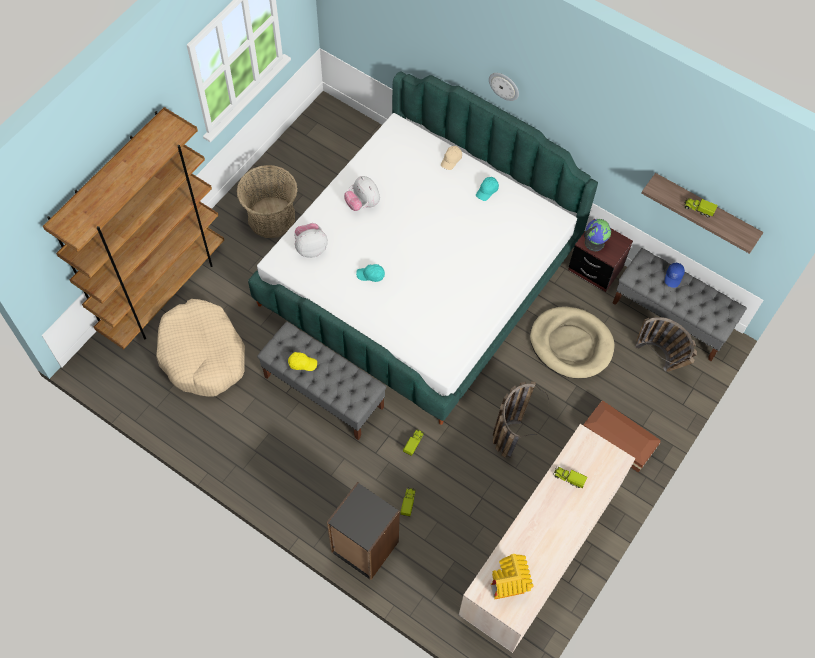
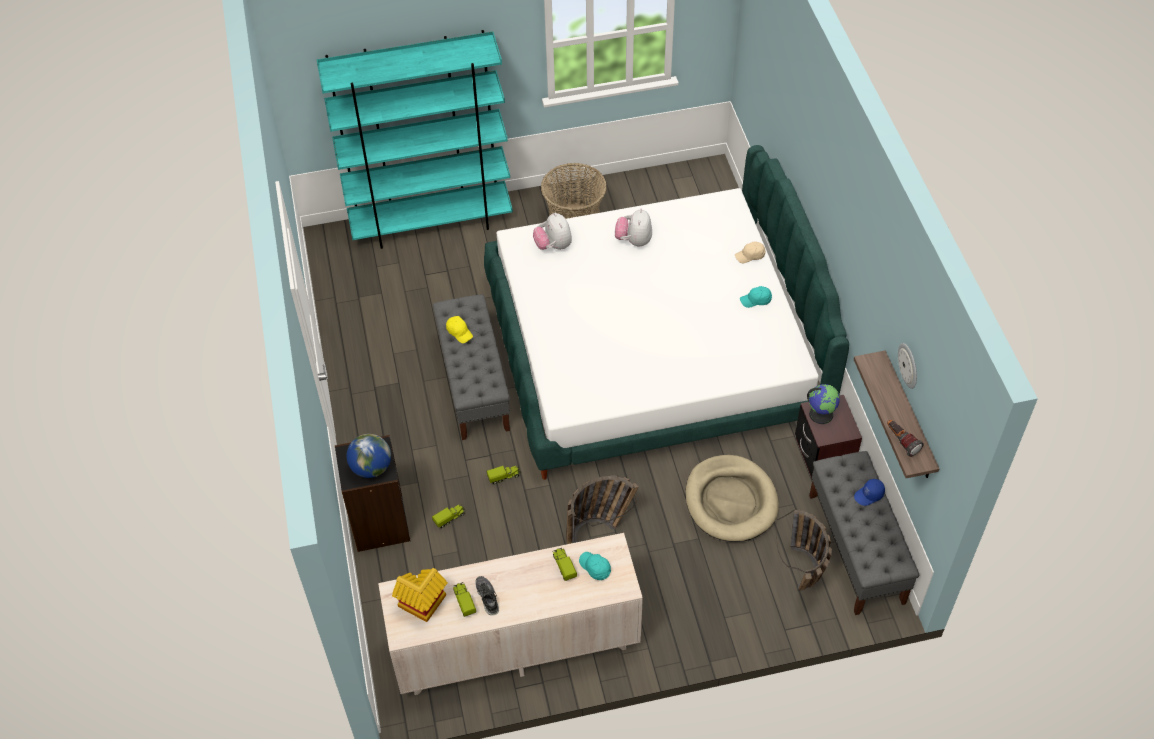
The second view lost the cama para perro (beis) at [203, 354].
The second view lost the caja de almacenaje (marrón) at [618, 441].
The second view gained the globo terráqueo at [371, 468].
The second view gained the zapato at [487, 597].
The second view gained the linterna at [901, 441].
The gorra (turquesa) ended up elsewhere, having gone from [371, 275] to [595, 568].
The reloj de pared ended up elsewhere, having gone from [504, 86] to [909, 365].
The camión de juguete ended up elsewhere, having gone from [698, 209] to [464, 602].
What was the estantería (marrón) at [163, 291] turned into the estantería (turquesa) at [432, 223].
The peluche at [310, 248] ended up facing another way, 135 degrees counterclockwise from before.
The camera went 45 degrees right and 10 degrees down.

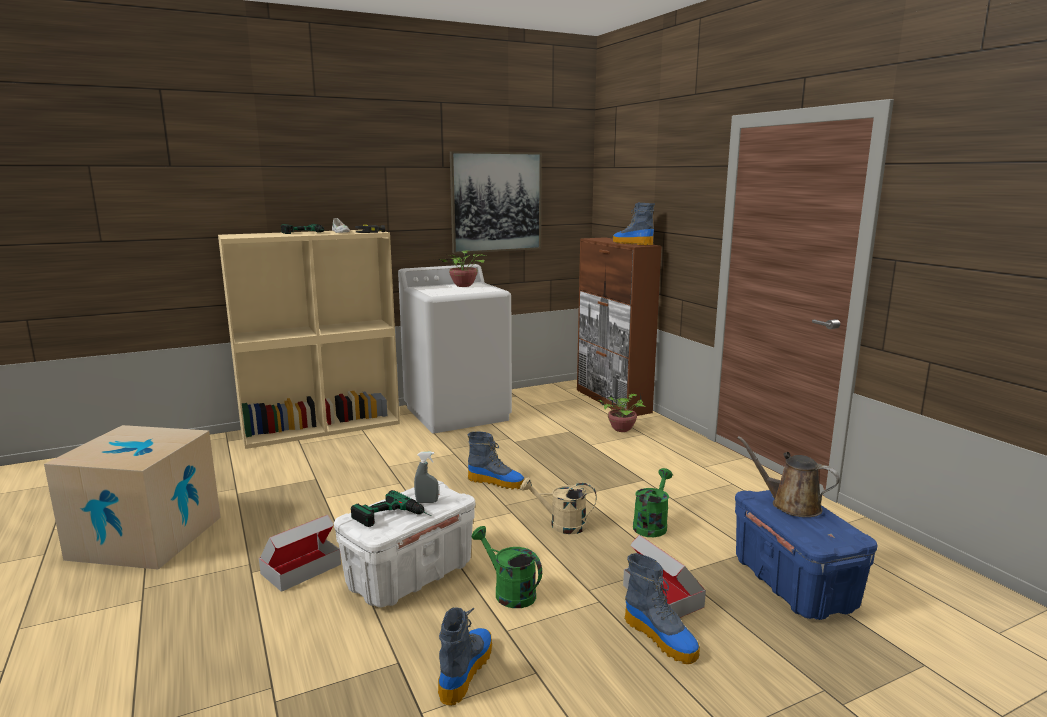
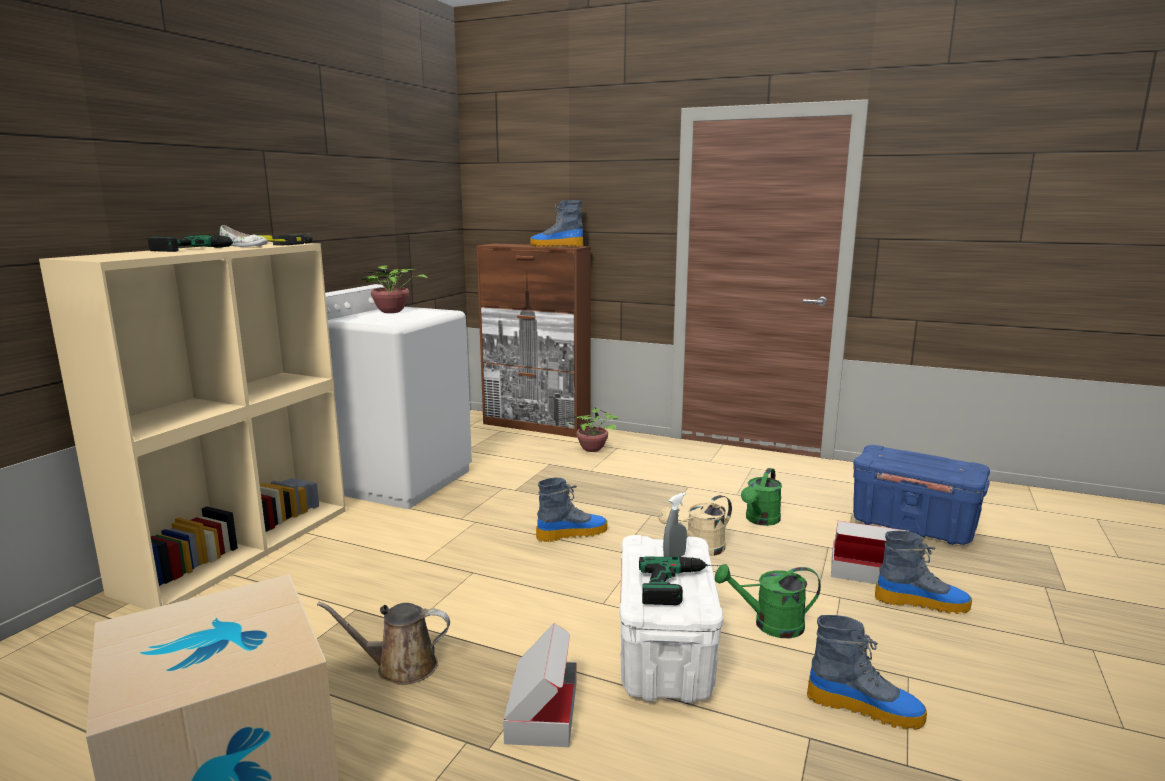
The second view lost the cuadro at [496, 202].
The regadera (marrón) ended up elsewhere, having gone from [791, 505] to [400, 667].
The bota at [465, 670] ended up facing another way, 135 degrees clockwise from before.
The regadera (verde) at [651, 524] ended up facing another way, 135 degrees counterclockwise from before.
The camera went 40 degrees left and 0 degrees up.

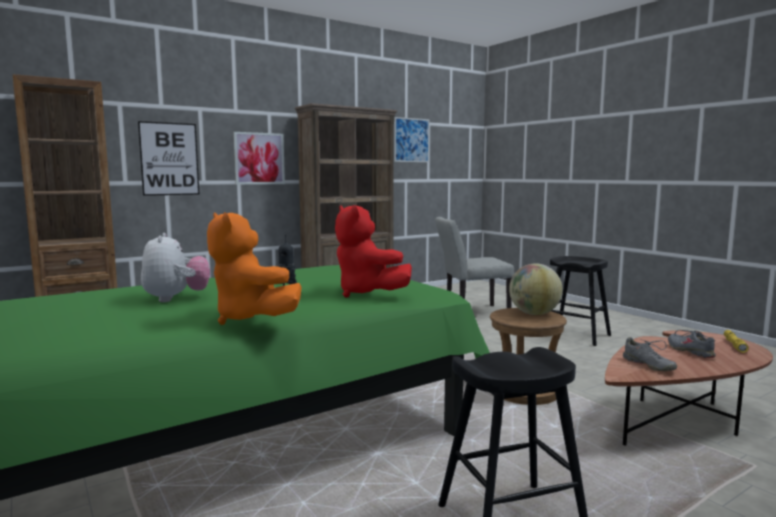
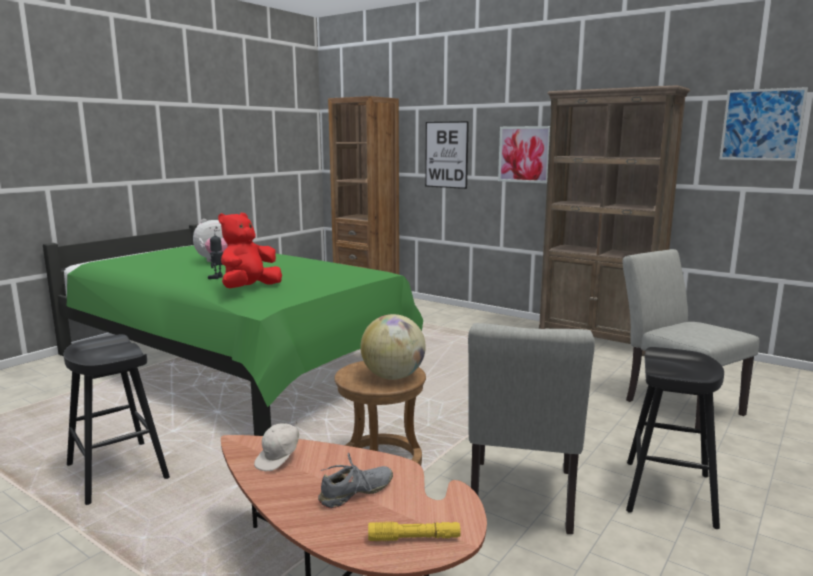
The second view lost the peluche (naranja) at [250, 318].
The second view gained the silla (gris) at [521, 501].
Where the zapato (gris) stood at [648, 365], the gorra (blanco) came to stand at [279, 459].
The camera went 70 degrees right and 5 degrees up.

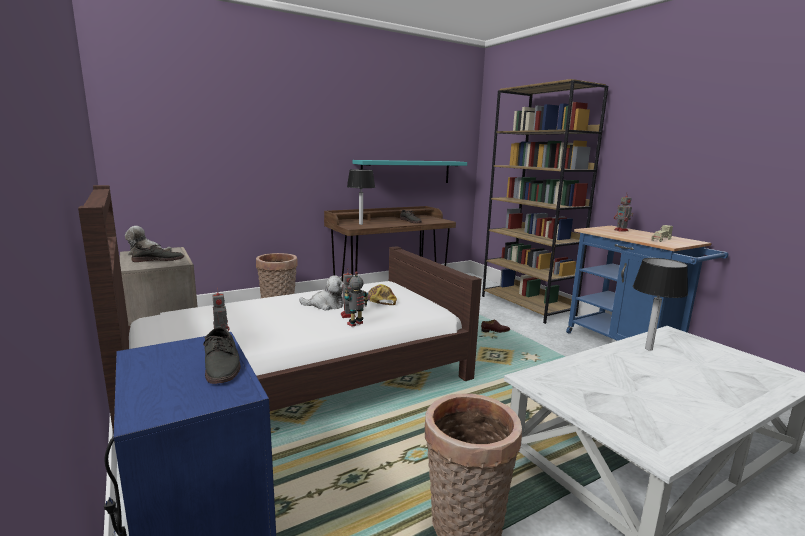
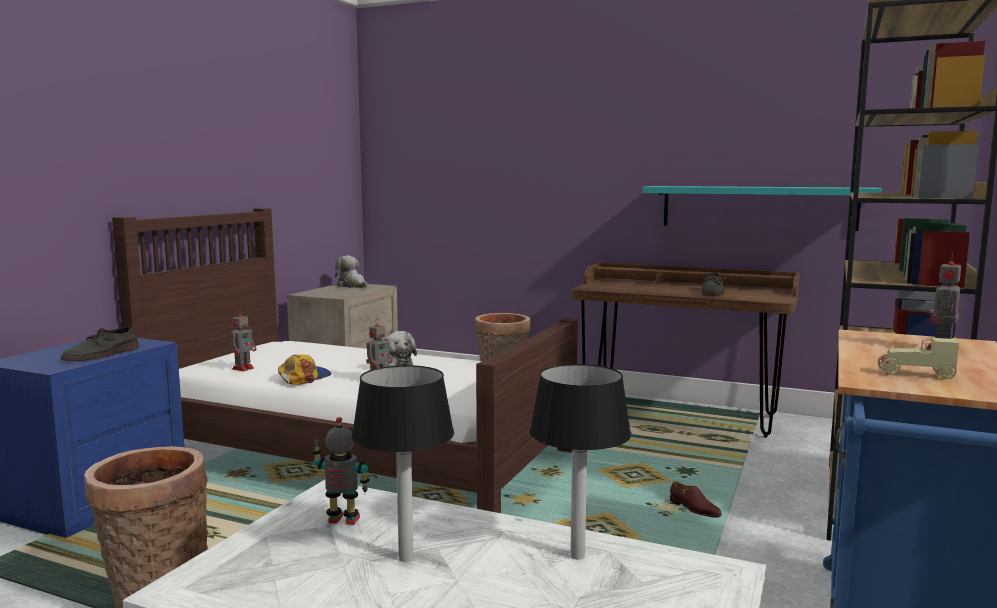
The second view lost the zapato (gris) at [158, 259].
The robot de juguete ended up elsewhere, having gone from [356, 324] to [343, 521].
The lámpara de mesa ended up elsewhere, having gone from [361, 224] to [406, 558].
The gorra ended up elsewhere, having gone from [379, 300] to [304, 377].
The camera went 55 degrees right and 5 degrees down.

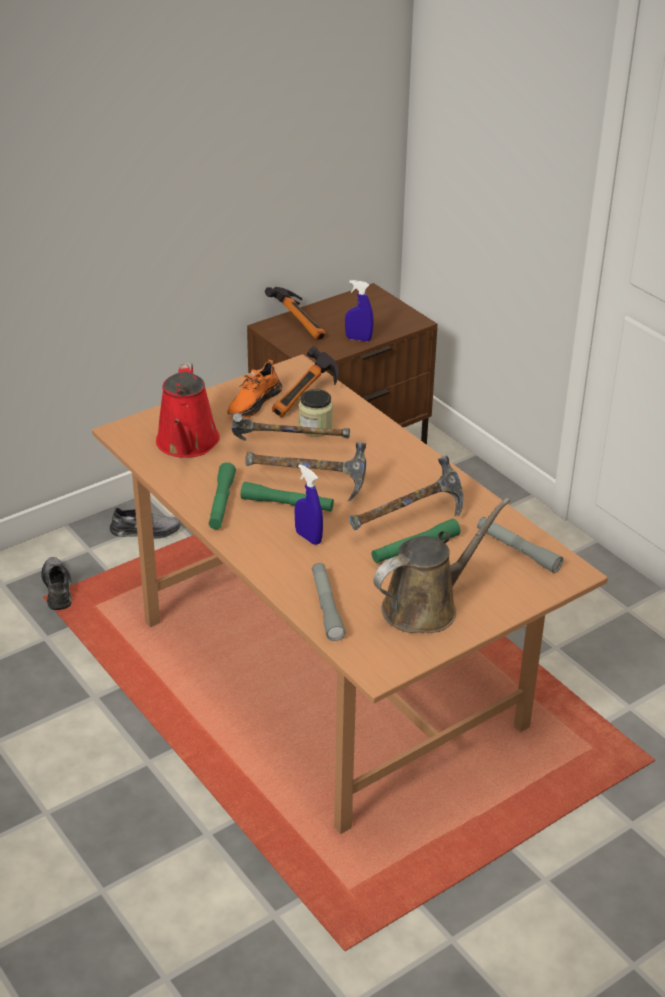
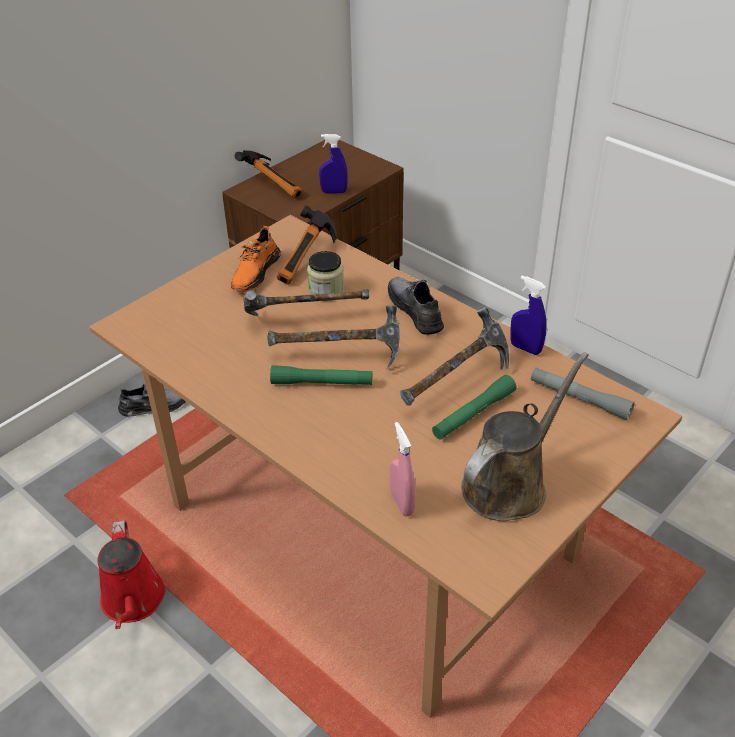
The second view lost the linterna (verde) at [221, 502].
The zapato (gris) ended up elsewhere, having gone from [57, 588] to [415, 310].
The regadera (rojo) ended up elsewhere, having gone from [187, 444] to [133, 601].
The pulverizador (azul) ended up elsewhere, having gone from [308, 537] to [525, 348].
Where the linterna (gris) stood at [326, 607], the pulverizador (rosa) came to stand at [402, 503].
The camera went 10 degrees left and 5 degrees up.

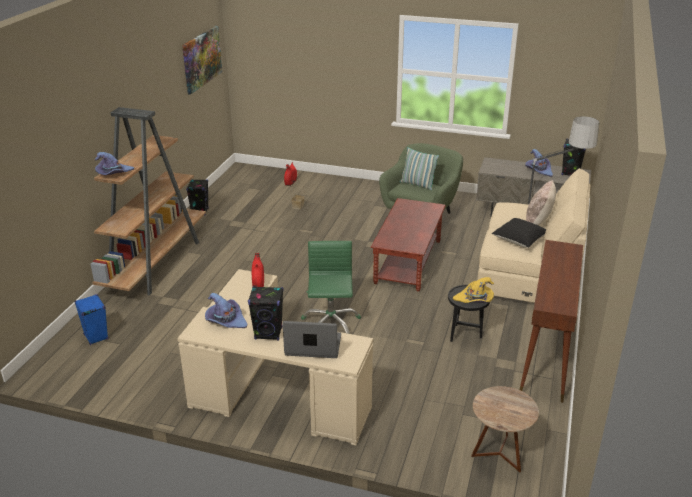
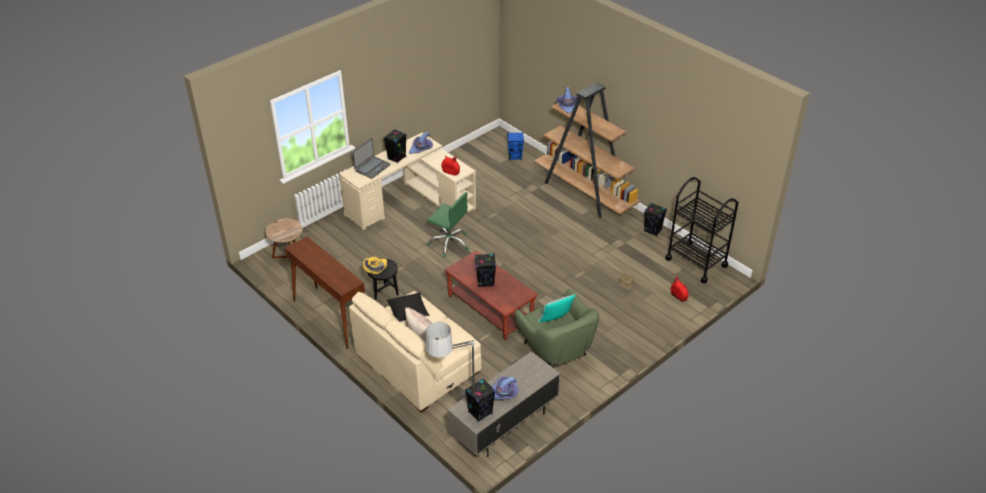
The second view lost the cuadro at [202, 59].
The second view gained the altavoz (negro) at [485, 282].
The second view gained the carrito (negro) at [696, 262].
The camera went 120 degrees right and 10 degrees up.

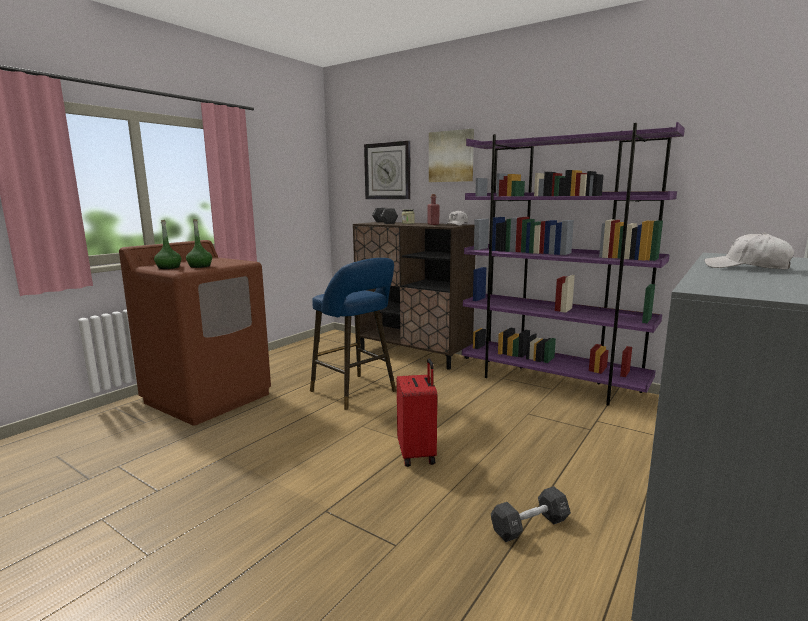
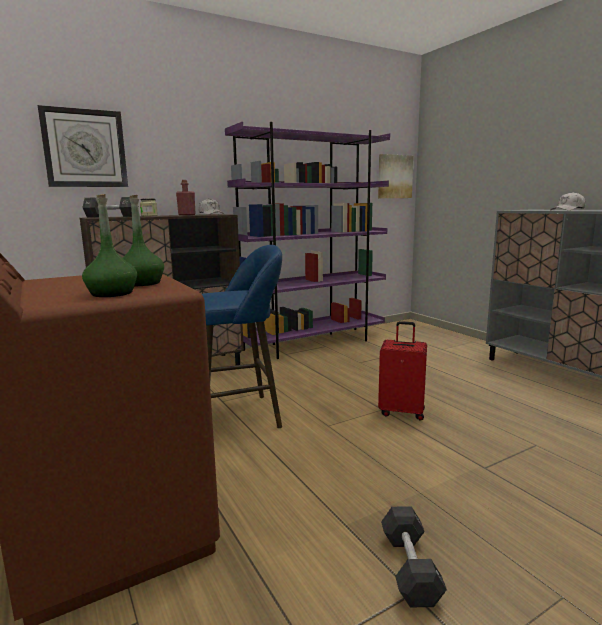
The cuadro ended up elsewhere, having gone from [451, 156] to [394, 176].
The mancuerna (negro) ended up elsewhere, having gone from [529, 526] to [410, 568].
The camera went 65 degrees left and 0 degrees up.

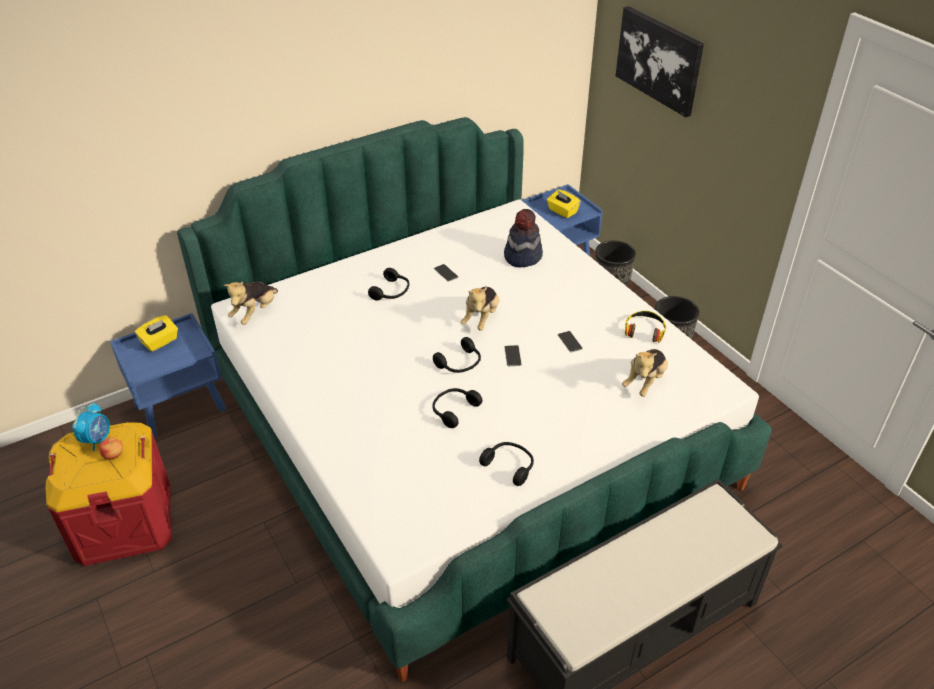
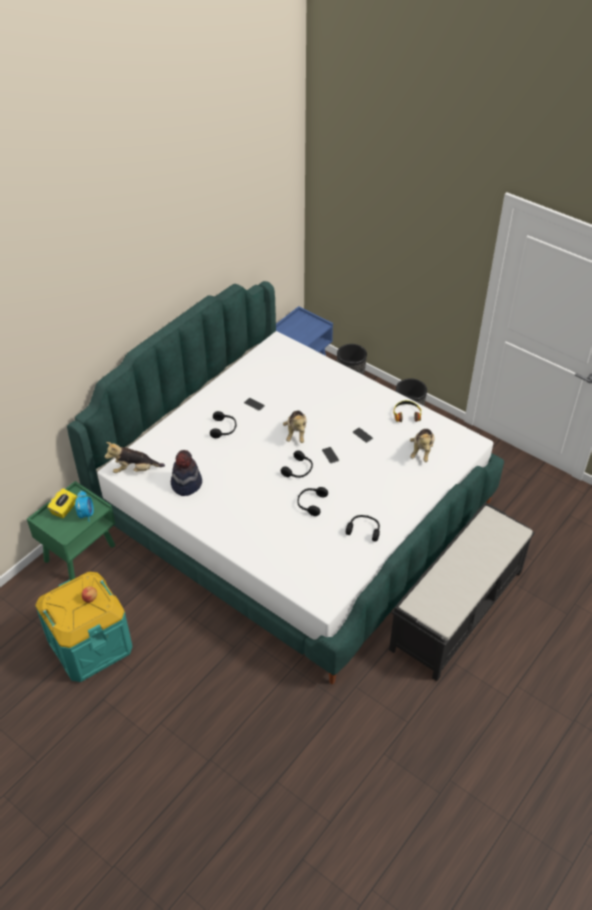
The second view lost the caja de pañuelos (amarillo) at [562, 211].
The second view lost the cuadro at [659, 60].
The despertador ended up elsewhere, having gone from [97, 439] to [86, 514].
The sombrero ended up elsewhere, having gone from [522, 256] to [186, 484].
What was the caja de almacenaje (rojo) at [124, 521] turned into the caja de almacenaje (turquesa) at [90, 644].
What was the mesita de noche (azul) at [181, 407] turned into the mesita de noche (verde) at [80, 552].
The peluche at [255, 313] ended up facing another way, 75 degrees clockwise from before.
The camera went 20 degrees left and 5 degrees up.

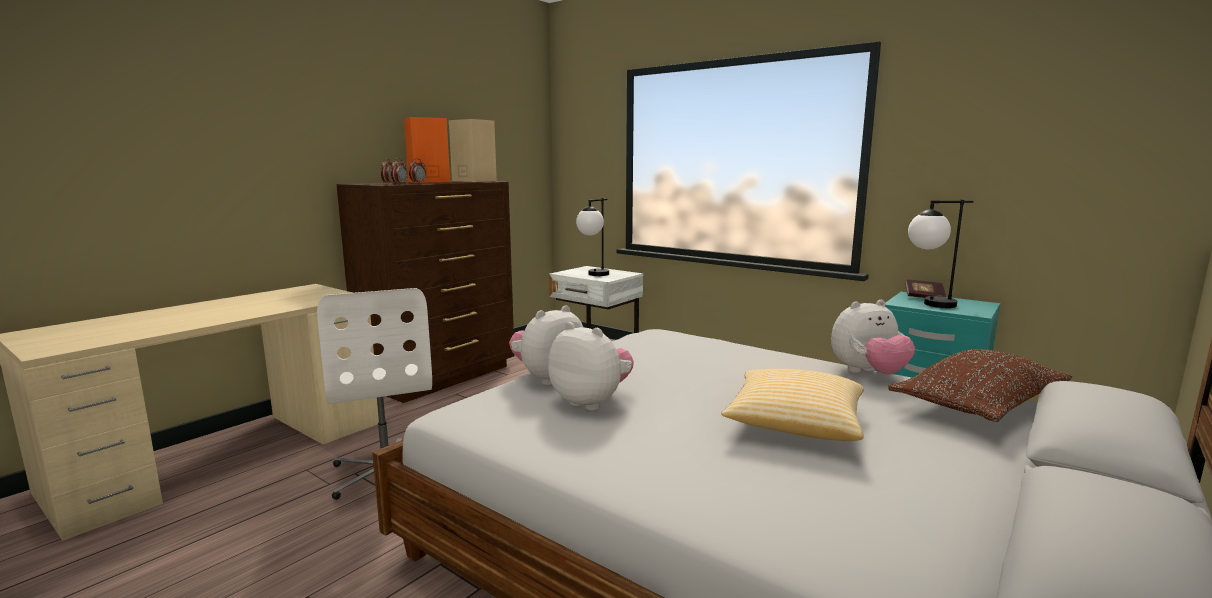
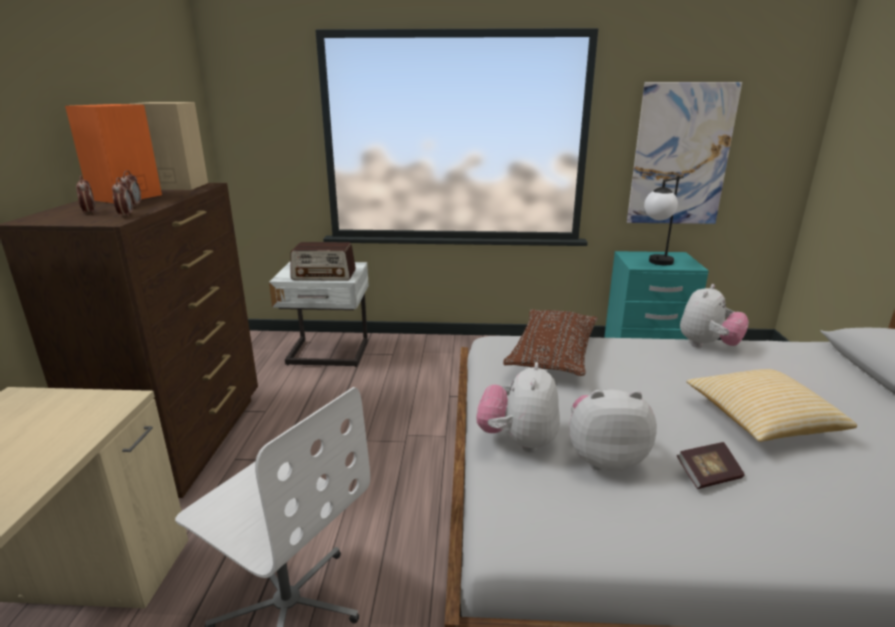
The second view gained the cuadro at [681, 155].
The cojín (marrón) ended up elsewhere, having gone from [978, 404] to [552, 354].
The libro ended up elsewhere, having gone from [924, 297] to [708, 476].
Where the lámpara de mesa stood at [594, 275], the radio came to stand at [324, 275].
The camera went 35 degrees left and 10 degrees up.

